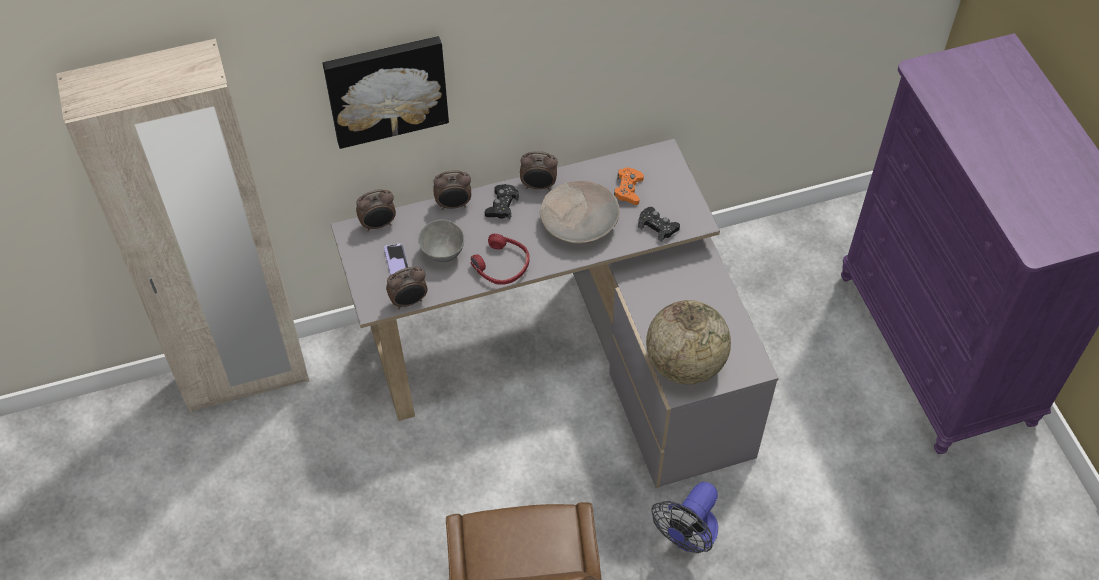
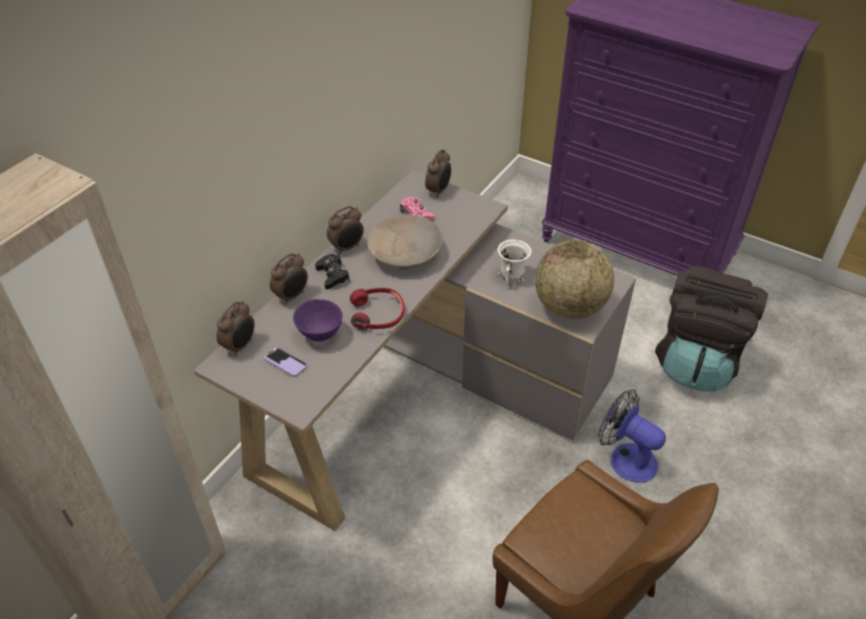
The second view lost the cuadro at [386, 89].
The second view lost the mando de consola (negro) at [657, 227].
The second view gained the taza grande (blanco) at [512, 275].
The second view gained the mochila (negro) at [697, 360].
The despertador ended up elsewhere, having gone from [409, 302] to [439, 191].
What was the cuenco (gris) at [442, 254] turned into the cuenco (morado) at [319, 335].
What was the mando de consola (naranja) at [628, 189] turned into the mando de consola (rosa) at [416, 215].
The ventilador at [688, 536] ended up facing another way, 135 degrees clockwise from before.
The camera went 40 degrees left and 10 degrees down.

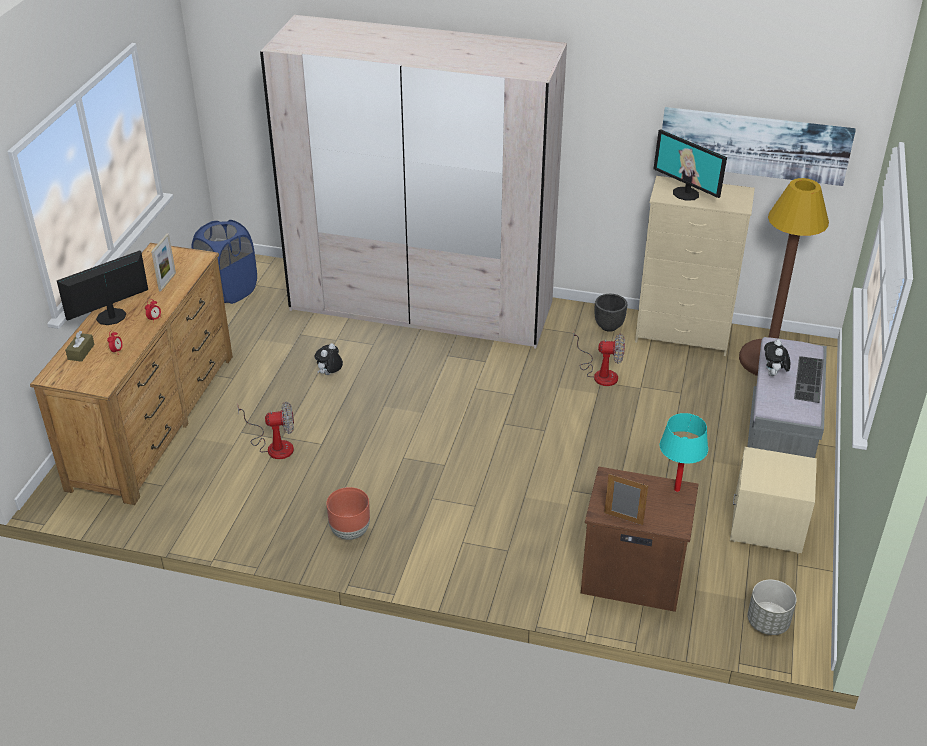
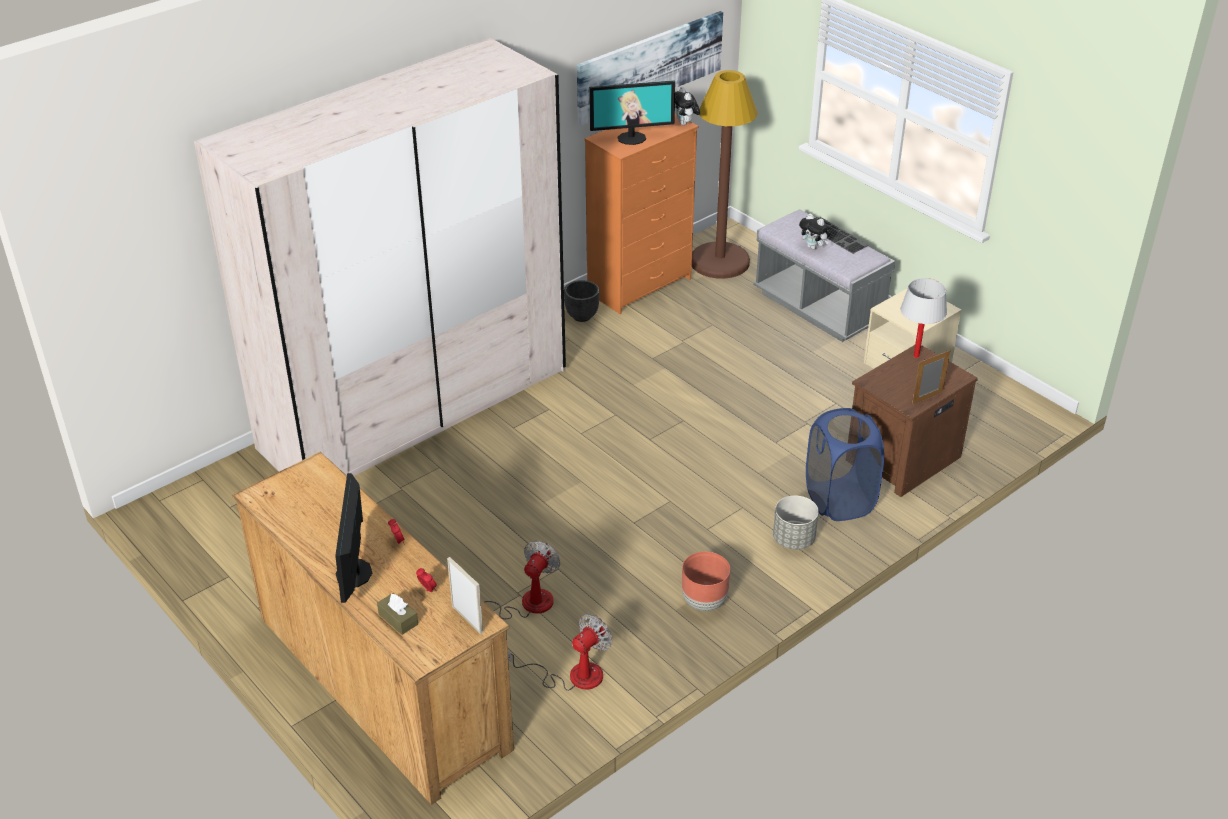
The portarretratos ended up elsewhere, having gone from [167, 282] to [467, 619].
The cesto de la ropa (azul) ended up elsewhere, having gone from [229, 291] to [839, 500].
The peluche ended up elsewhere, having gone from [330, 374] to [685, 123].
The ventilador ended up elsewhere, having gone from [600, 373] to [573, 675].
The maceta (gris) ended up elsewhere, having gone from [768, 622] to [794, 539].
What was the cómoda (beis) at [683, 336] turned into the cómoda (naranja) at [641, 285].
What was the lámpara de mesa (turquesa) at [677, 489] turned into the lámpara de mesa (blanco) at [916, 356].
The camera went 55 degrees left and 0 degrees up.

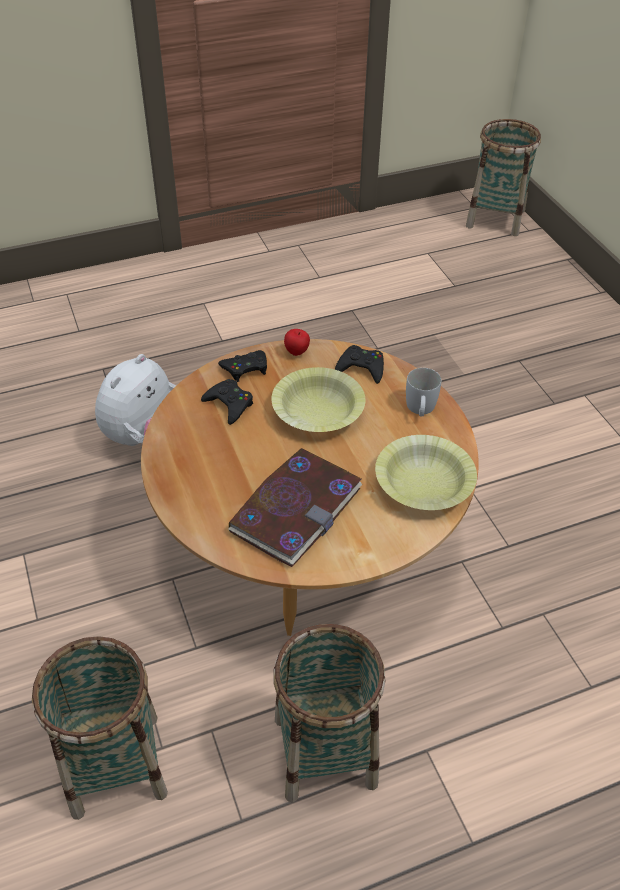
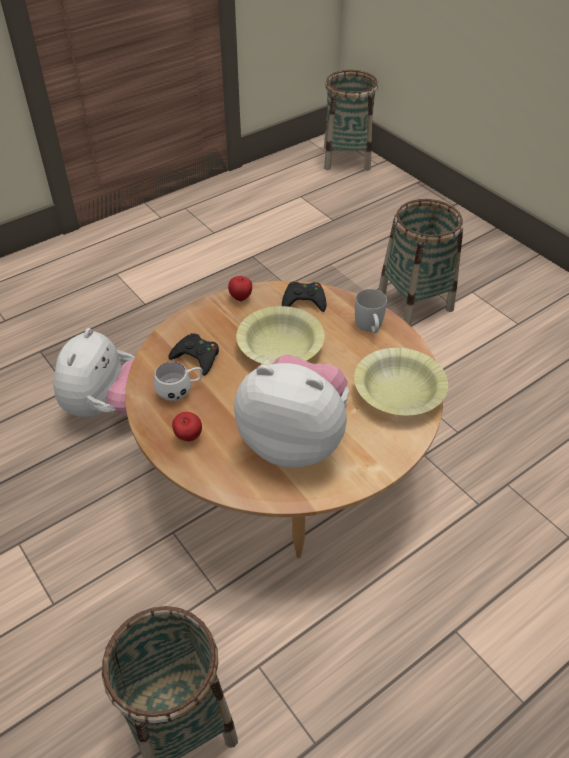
The second view lost the mando de consola (negro) at [245, 368].
The second view gained the taza grande (blanco) at [180, 391].
The second view gained the manzana at [188, 437].
The cesta ended up elsewhere, having gone from [325, 751] to [415, 301].
Where the libro stood at [296, 509], the peluche came to stand at [294, 440].
The camera went 15 degrees left and 0 degrees up.

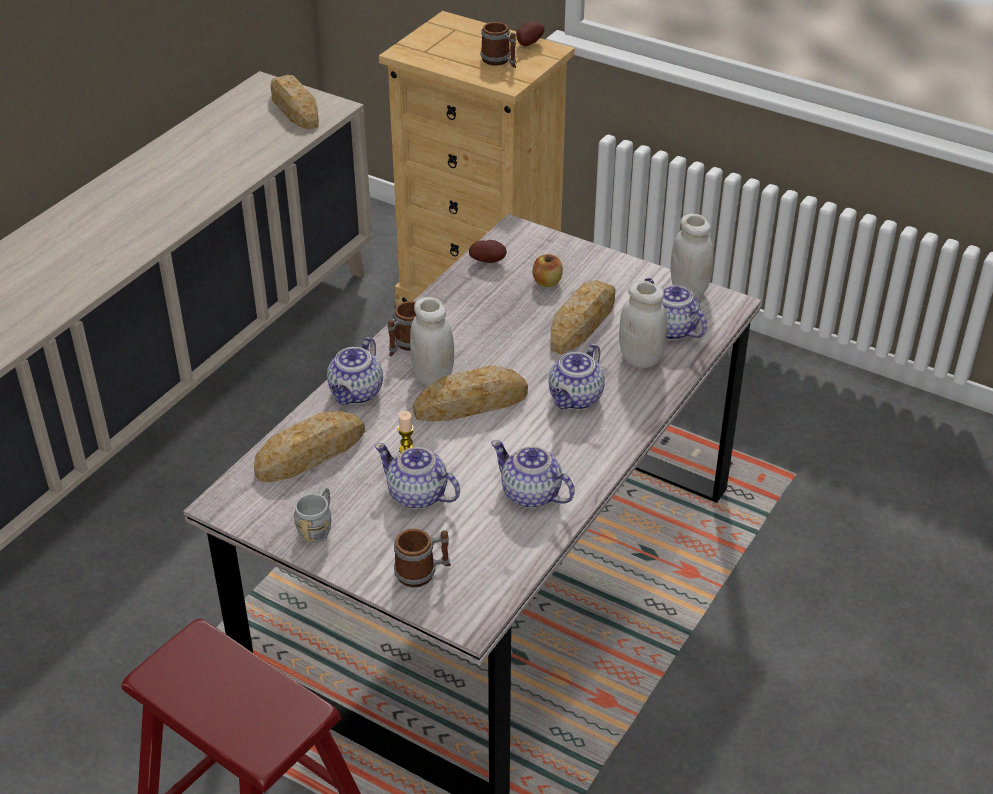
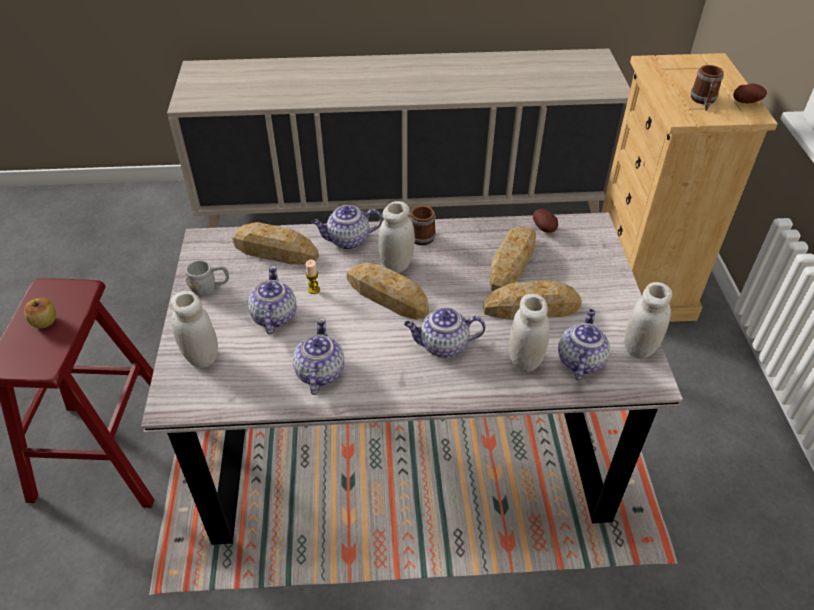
The pan ended up elsewhere, having gone from [295, 108] to [511, 263].
The manzana ended up elsewhere, having gone from [547, 282] to [44, 322].
Where the taza grande stood at [423, 572], the tarro (blanco) came to stand at [201, 357].
The camera went 55 degrees right and 5 degrees up.

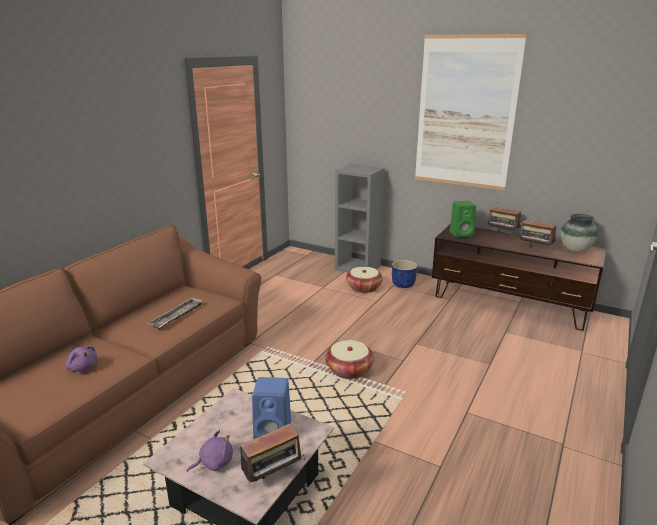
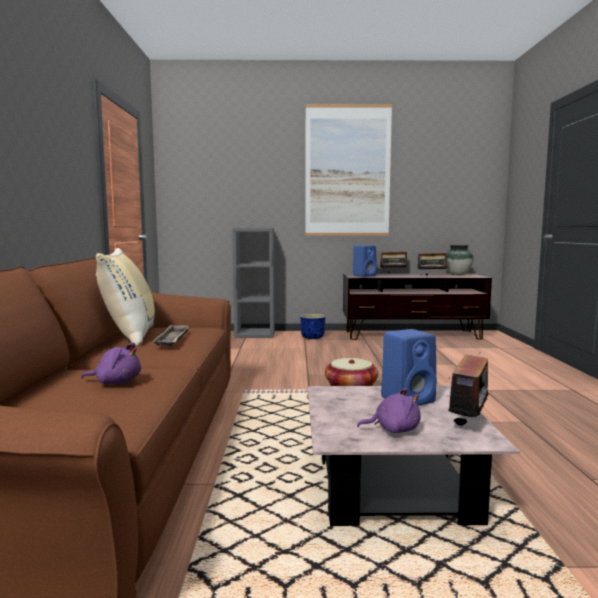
The second view lost the cesta at [364, 288].
The second view gained the cojín (beis) at [129, 336].
What was the altavoz (verde) at [462, 234] turned into the altavoz (azul) at [364, 275].
The peluche (morado) at [214, 463] ended up facing another way, 60 degrees clockwise from before.
The camera went 30 degrees left and 15 degrees down.

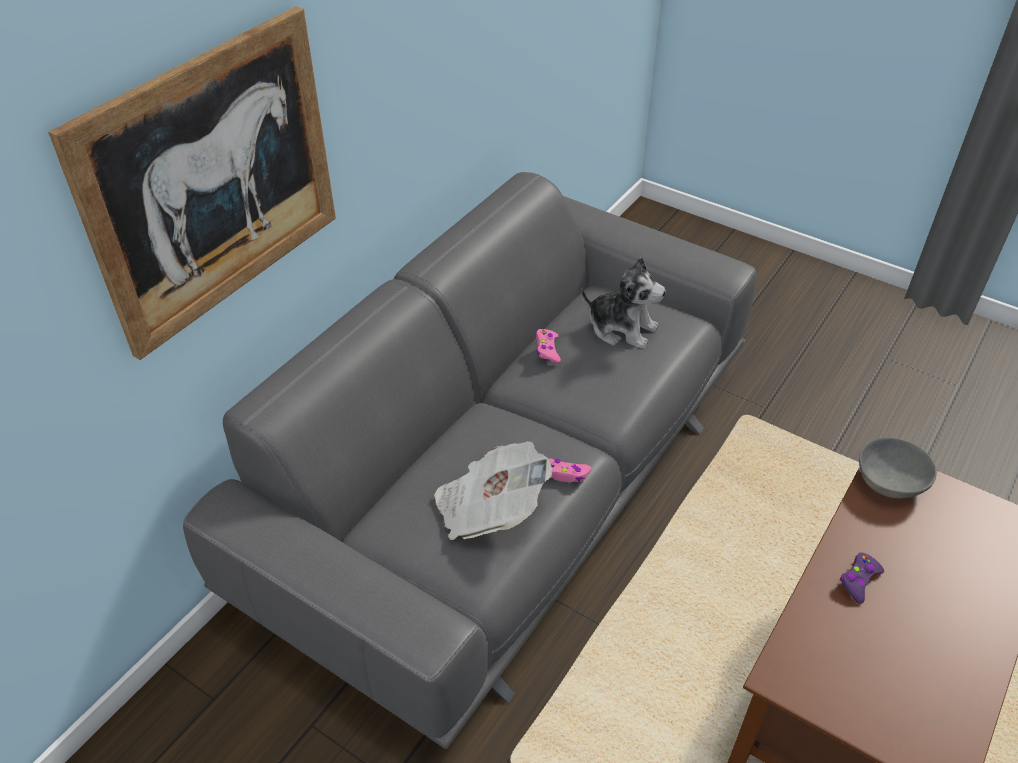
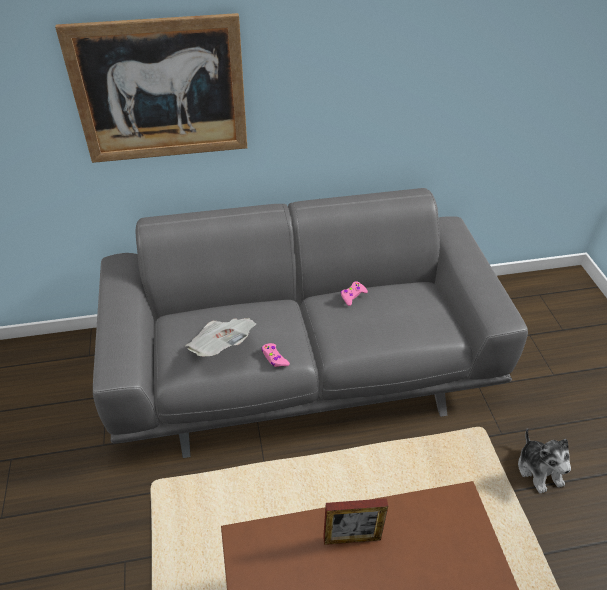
The second view lost the cuenco (gris) at [889, 481].
The peluche ended up elsewhere, having gone from [622, 328] to [539, 470].
Where the mando de consola (morado) stood at [859, 580], the portarretratos came to stand at [352, 538].
The camera went 45 degrees right and 0 degrees up.

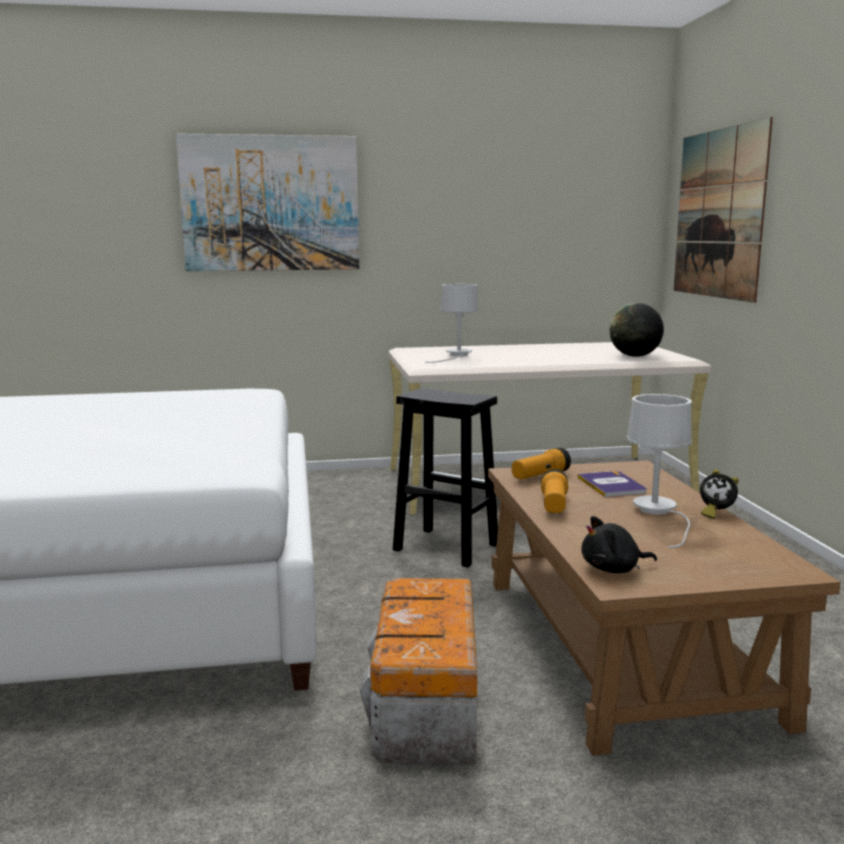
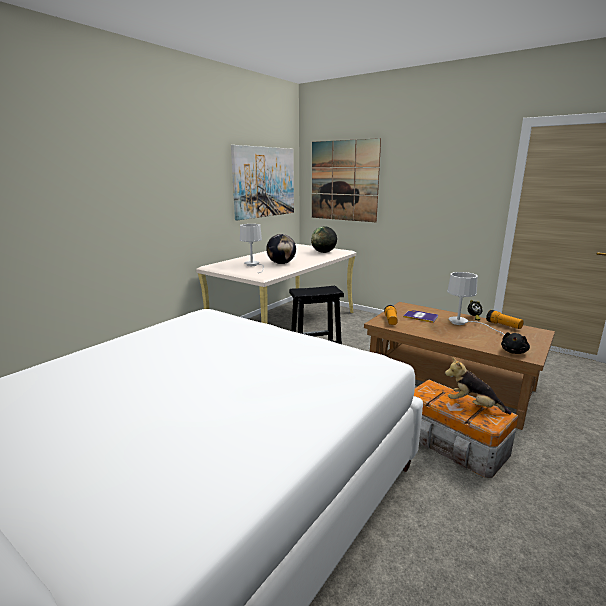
The second view gained the globo terráqueo at [281, 263].
The second view gained the peluche at [473, 406].
The cuadro ended up elsewhere, having gone from [270, 203] to [264, 182].
The linterna ended up elsewhere, having gone from [554, 505] to [503, 325].
The camera went 45 degrees left and 5 degrees up.

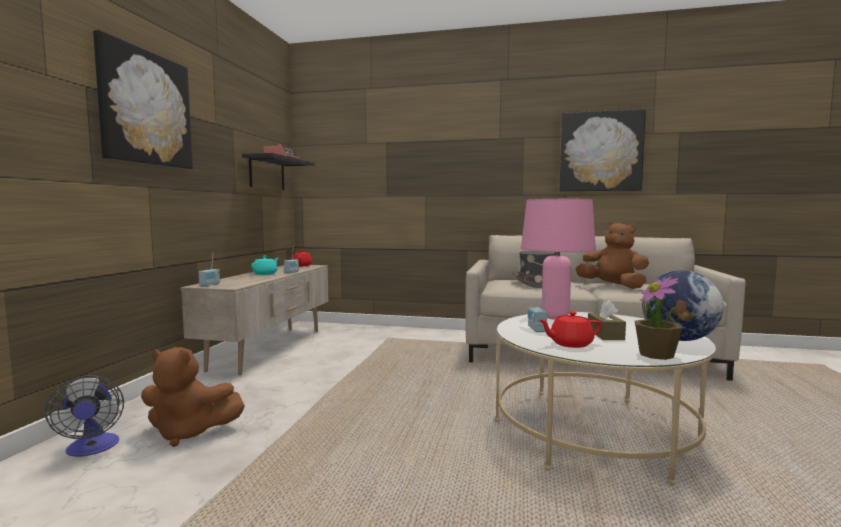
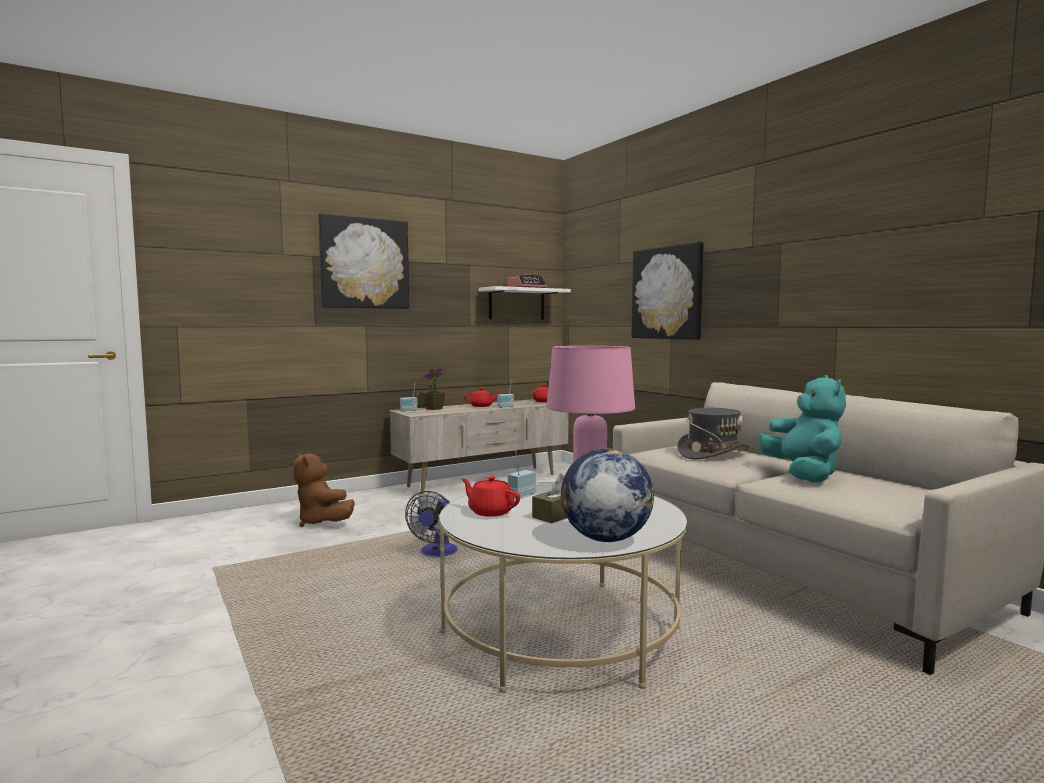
The ventilador ended up elsewhere, having gone from [92, 449] to [436, 553].
The cuadro ended up elsewhere, having gone from [600, 151] to [667, 293].
The planta en maceta ended up elsewhere, having gone from [656, 354] to [433, 408].
What was the estante (negro) at [267, 173] turned into the estante (blanco) at [516, 304].
What was the tetera (turquesa) at [265, 274] turned into the tetera (rojo) at [482, 406].
What was the peluche (marrón) at [613, 286] turned into the peluche (turquesa) at [803, 475].
The camera went 45 degrees right and 0 degrees up.

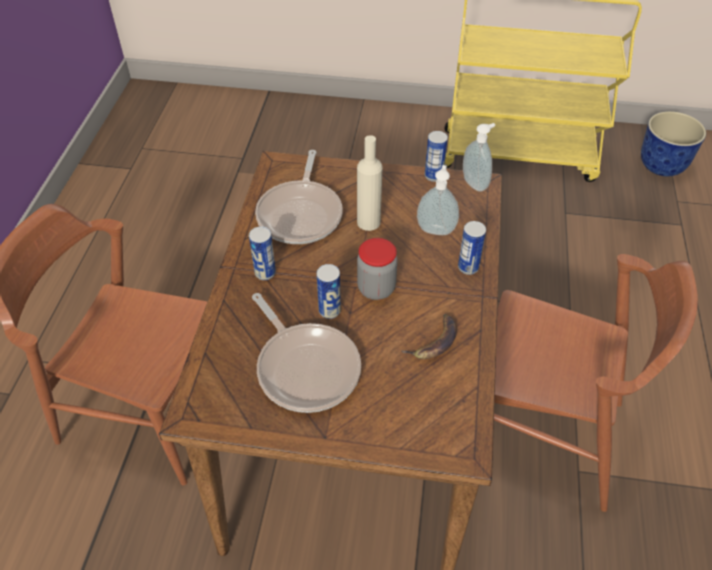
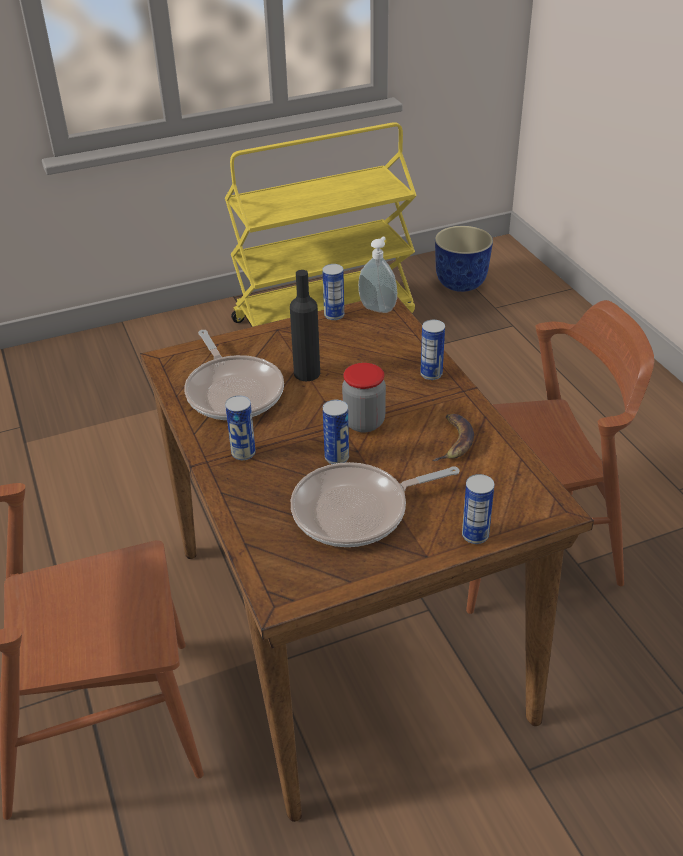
The second view lost the dispensador de jabón at [436, 229].
The second view gained the lata at [475, 535].
What was the botella (beis) at [368, 222] turned into the botella (negro) at [307, 373].
The sartén at [306, 367] ended up facing another way, 135 degrees clockwise from before.
The camera went 30 degrees left and 10 degrees down.

